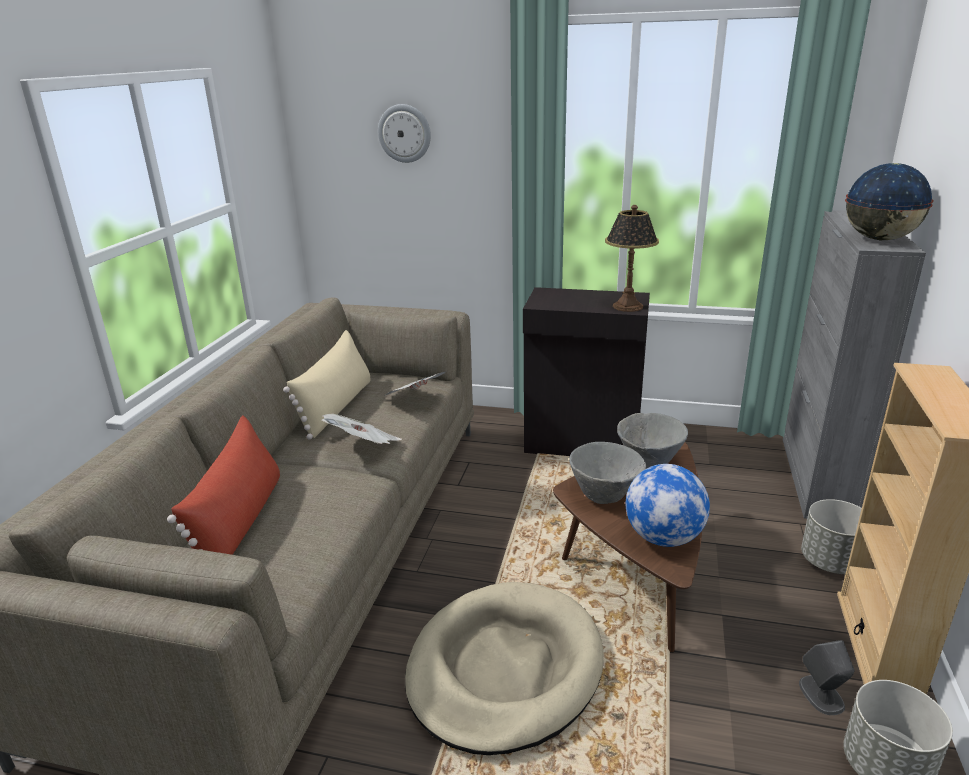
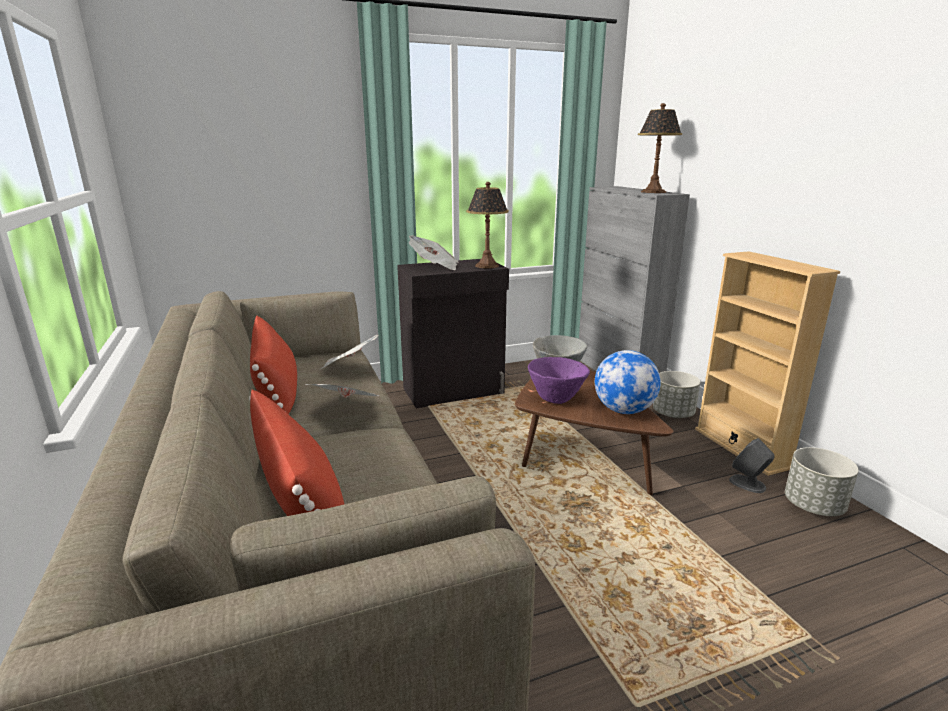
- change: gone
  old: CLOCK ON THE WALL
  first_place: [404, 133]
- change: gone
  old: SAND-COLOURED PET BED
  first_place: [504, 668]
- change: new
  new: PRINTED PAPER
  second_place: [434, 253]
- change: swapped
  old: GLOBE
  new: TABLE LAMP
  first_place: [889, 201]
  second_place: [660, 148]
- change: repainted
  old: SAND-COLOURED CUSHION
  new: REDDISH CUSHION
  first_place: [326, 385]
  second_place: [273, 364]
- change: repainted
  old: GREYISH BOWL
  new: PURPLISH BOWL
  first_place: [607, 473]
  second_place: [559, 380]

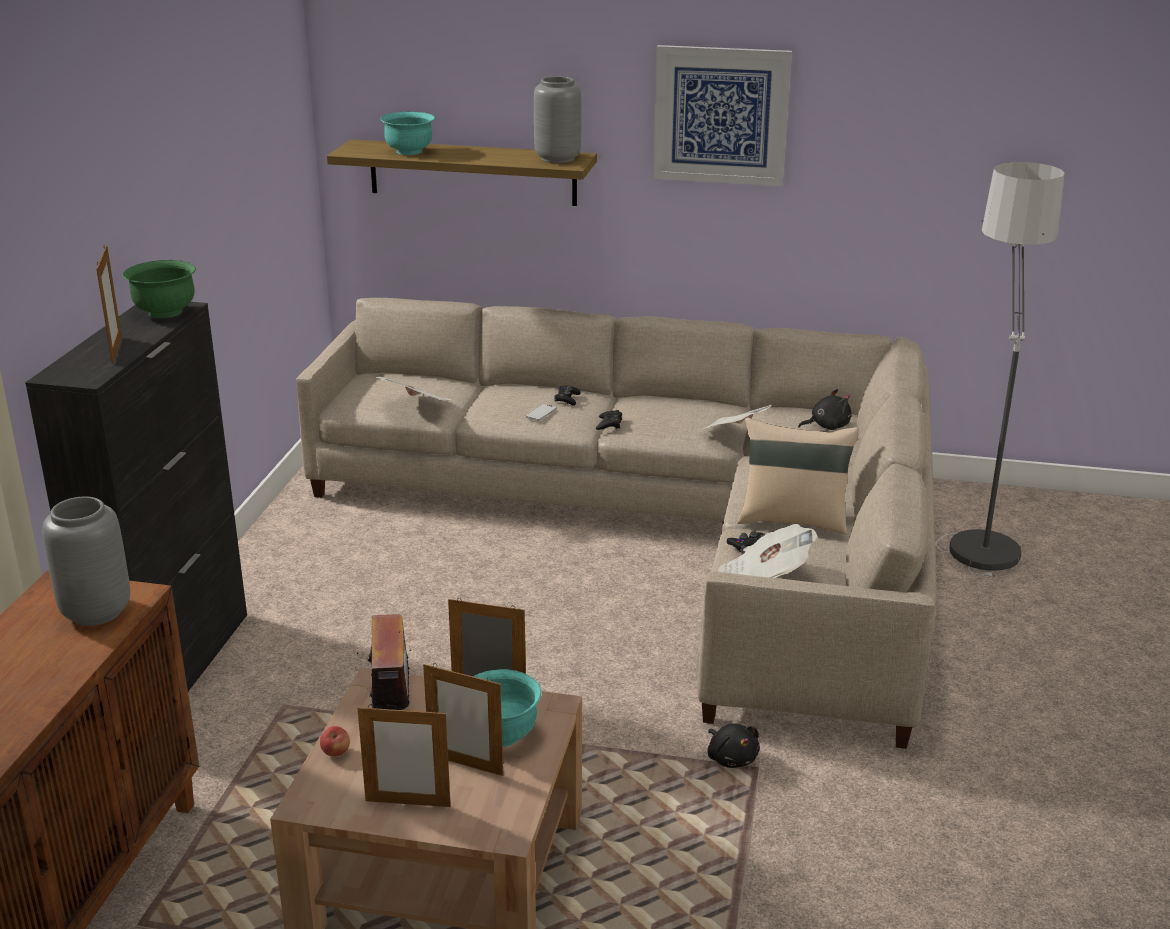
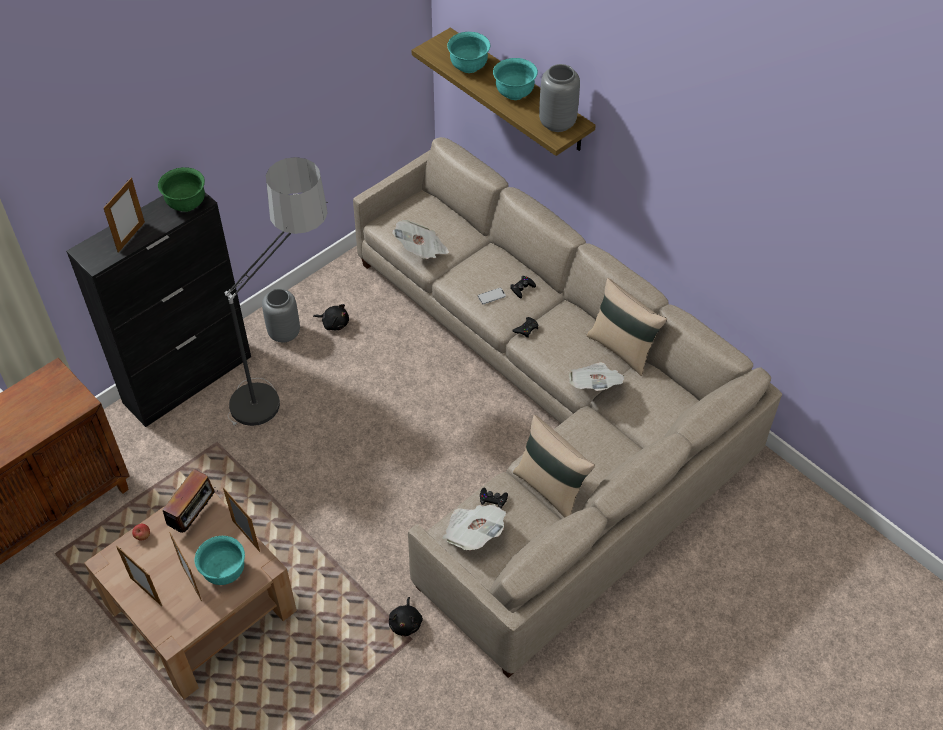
- change: gone
  old: WALL ART
  first_place: [722, 115]
- change: new
  new: BLUE-GREEN BOWL
  second_place: [515, 79]
- change: new
  new: SAND-COLOURED CUSHION
  second_place: [626, 327]
- change: shifted
  old: GREYISH VASE
  first_place: [86, 561]
  second_place: [281, 315]
- change: shifted
  old: BLACK-COLOURED CUDDLY TOY
  first_place: [825, 409]
  second_place: [331, 317]
- change: shifted
  old: STANDING LAMP
  first_place: [1000, 369]
  second_place: [276, 291]

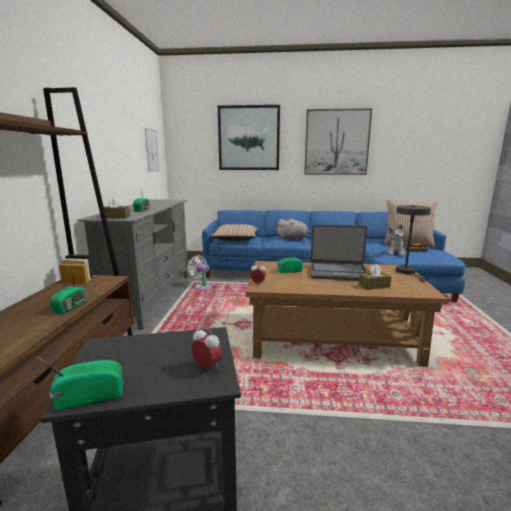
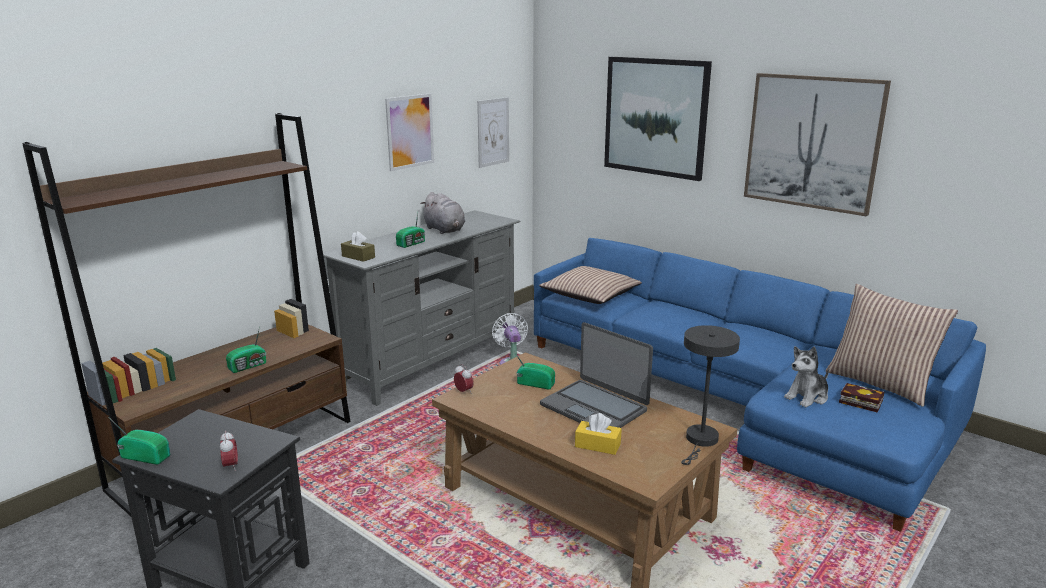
- change: new
  new: WALL ART
  second_place: [409, 132]
- change: shifted
  old: GREYISH CUDDLY TOY
  first_place: [294, 229]
  second_place: [443, 213]
- change: repainted
  old: BROWNISH TISSUE HOLDER
  new: YELLOWISH TISSUE HOLDER
  first_place: [375, 277]
  second_place: [598, 434]

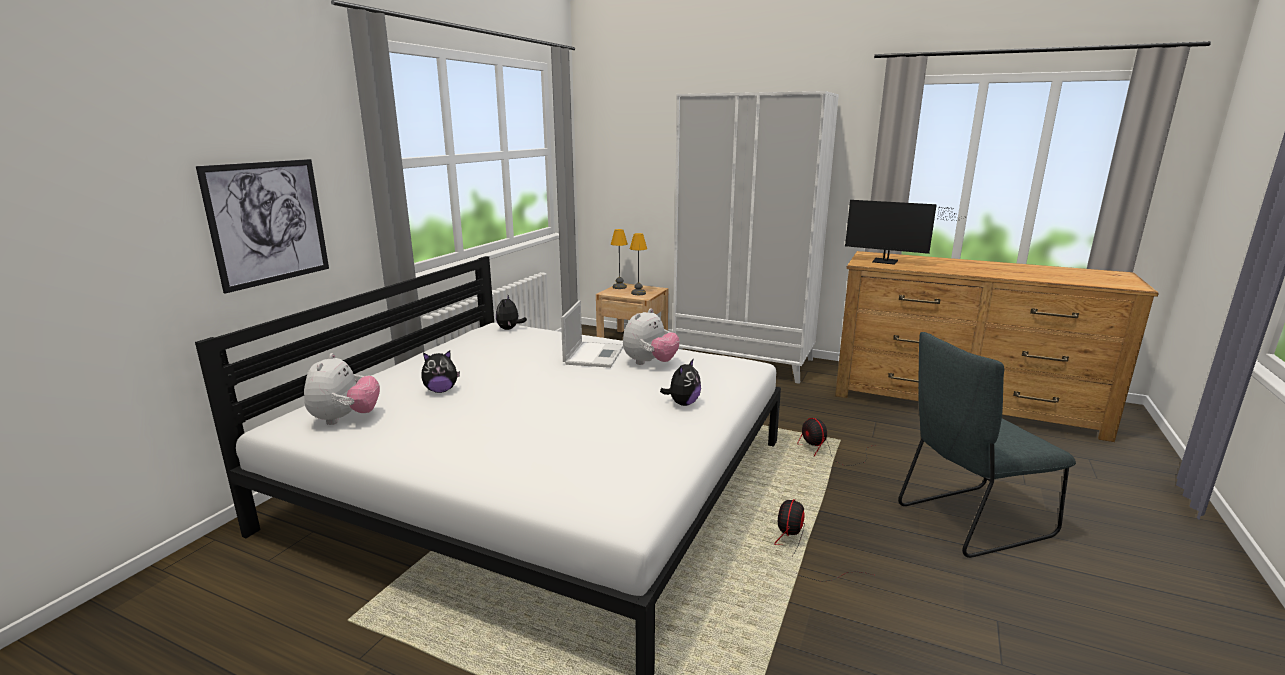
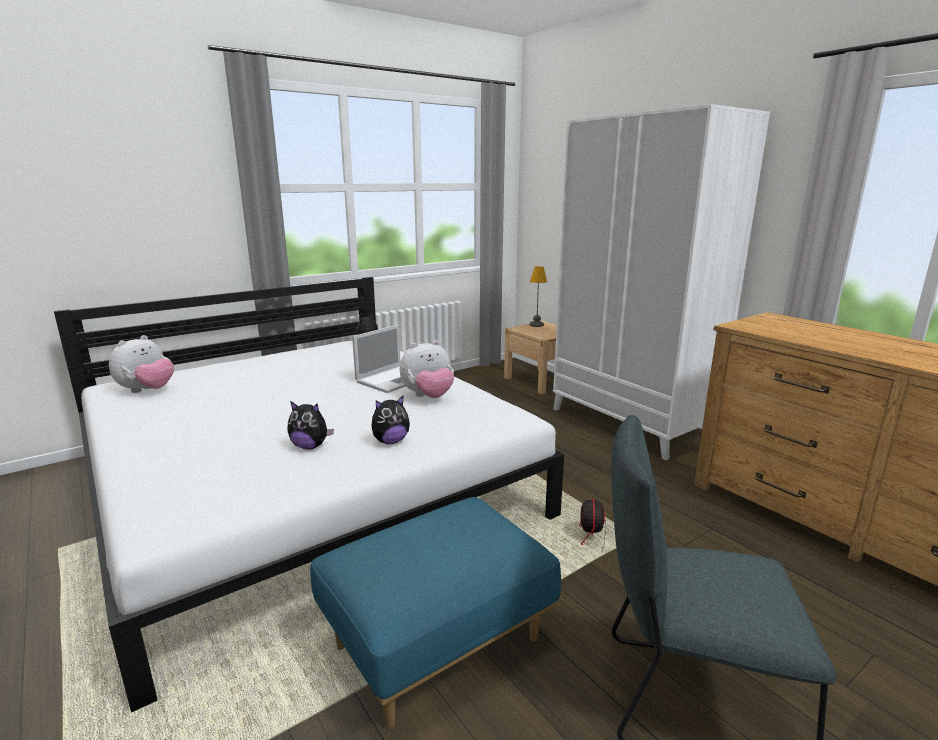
- change: gone
  old: WALL ART
  first_place: [262, 226]
- change: gone
  old: TABLE LAMP
  first_place: [638, 264]
- change: gone
  old: MONITOR
  first_place: [905, 232]
- change: shifted
  old: CUDDLY TOY
  first_place: [440, 371]
  second_place: [310, 425]
- change: swapped
  old: FAN
  new: BLUE FOOTREST
  first_place: [823, 540]
  second_place: [435, 613]

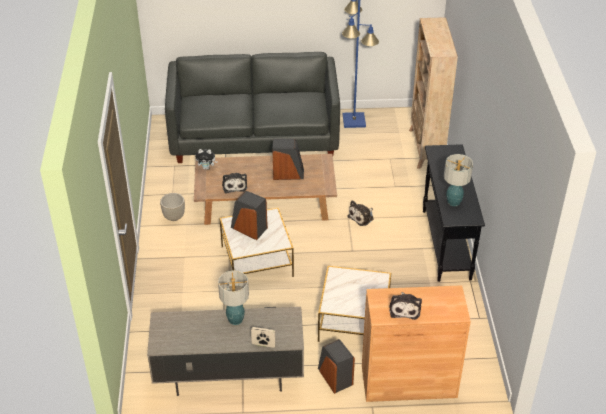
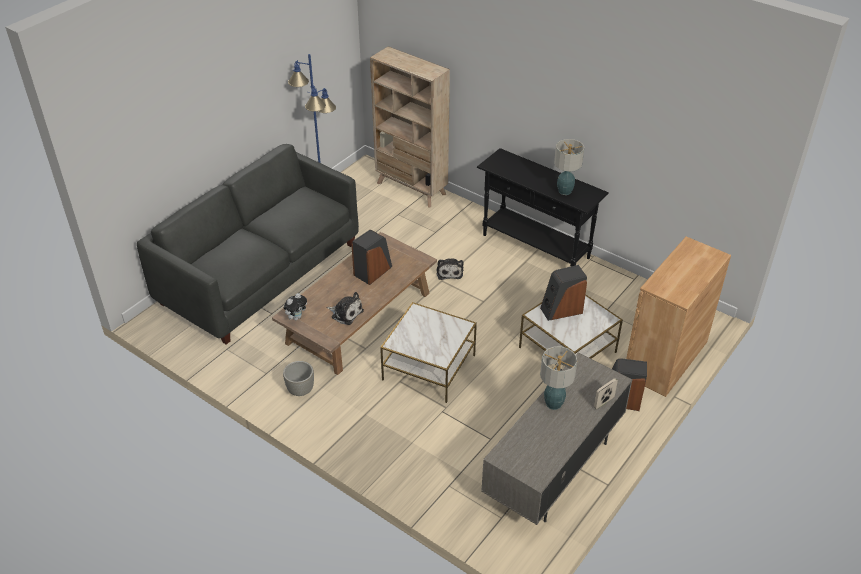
- change: gone
  old: CUDDLY TOY
  first_place: [405, 306]
- change: shifted
  old: SPEAKER
  first_place: [249, 215]
  second_place: [563, 293]

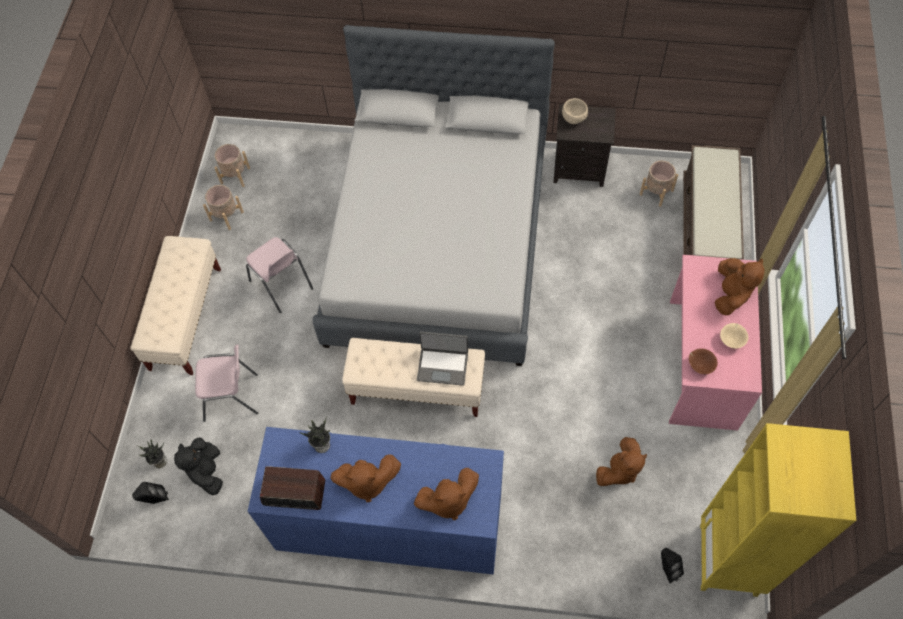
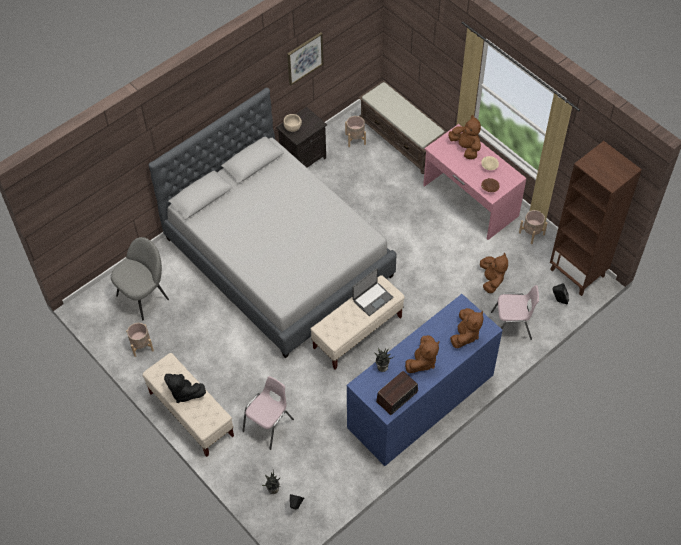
- change: new
  new: GREYISH PLAIN CHAIR
  second_place: [140, 278]
- change: new
  new: WALL ART
  second_place: [305, 59]
- change: shifted
  old: BLACK-COLOURED CUDDLY TOY
  first_place: [198, 466]
  second_place: [185, 388]
- change: shifted
  old: SAND-COLOURED PLANT POT
  first_place: [232, 165]
  second_place: [533, 227]
- change: shifted
  old: PINKISH PLAIN CHAIR
  first_place: [279, 275]
  second_place: [515, 312]
- change: repainted
  old: YELLOWISH BOOKSHELF
  new: BROWNISH BOOKSHELF
  first_place: [778, 510]
  second_place: [596, 218]

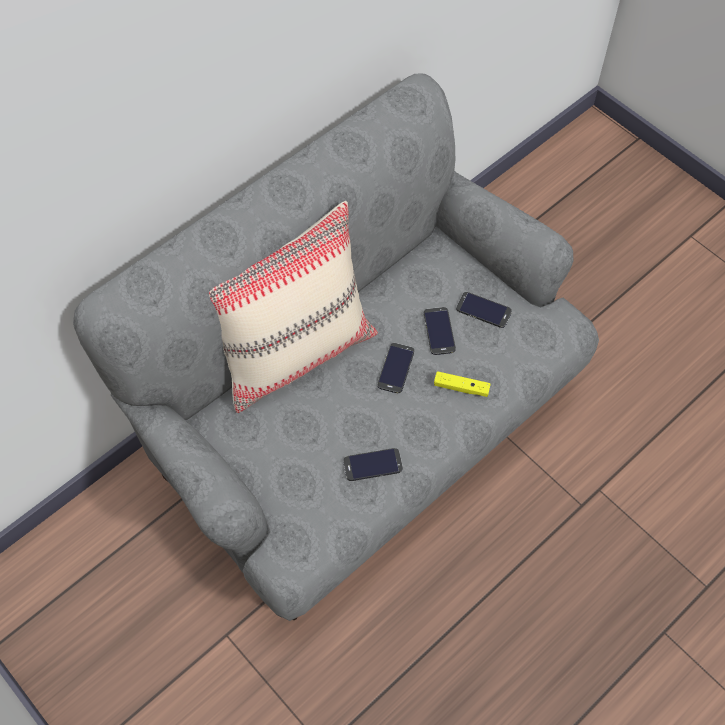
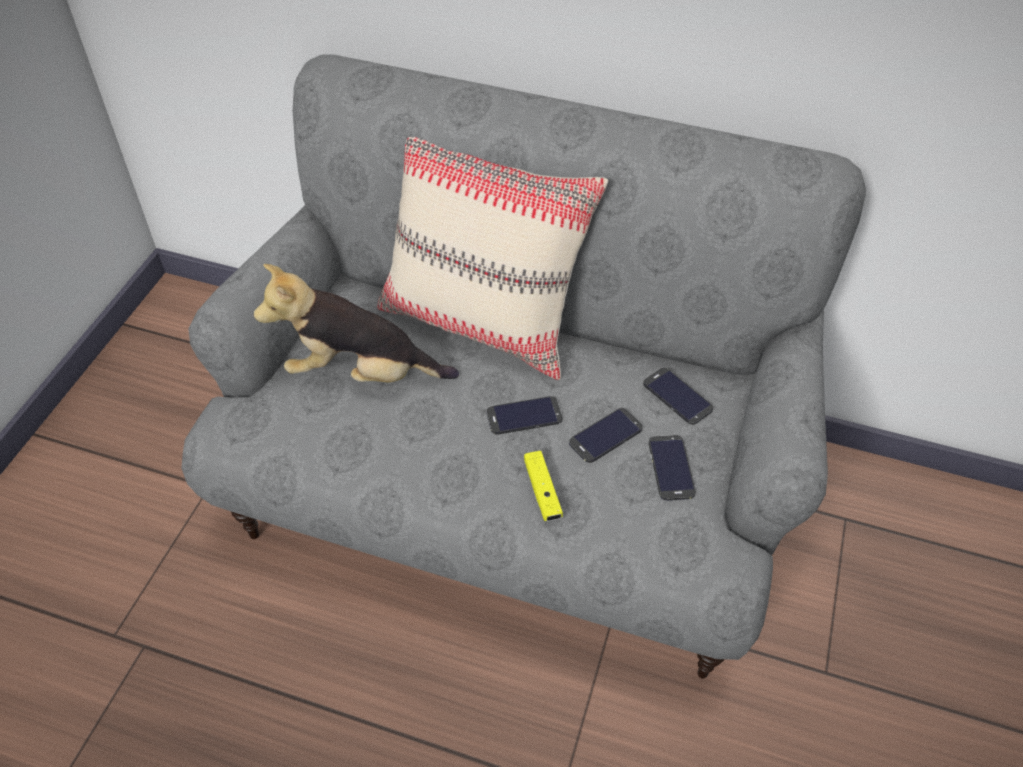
- change: new
  new: CUDDLY TOY
  second_place: [356, 323]
- change: shifted
  old: HANDSET
  first_place: [373, 464]
  second_place: [678, 396]

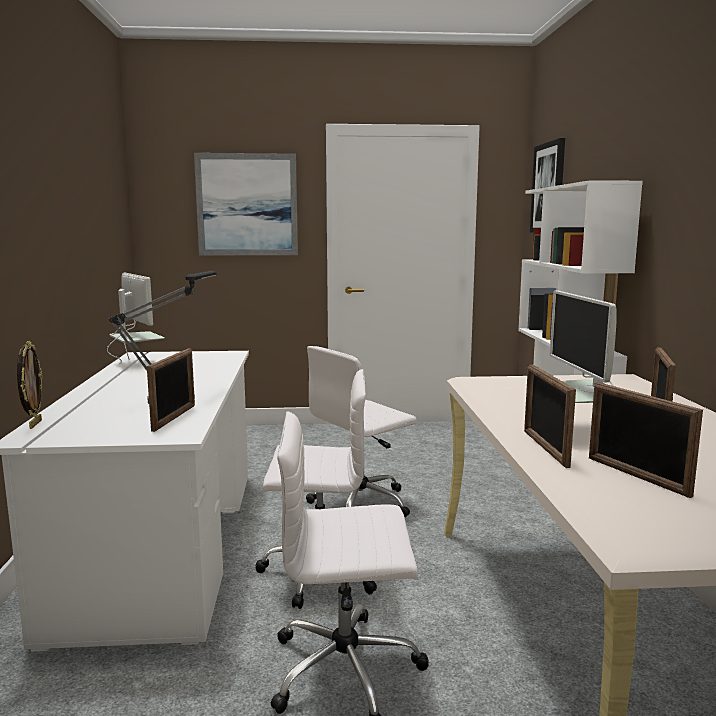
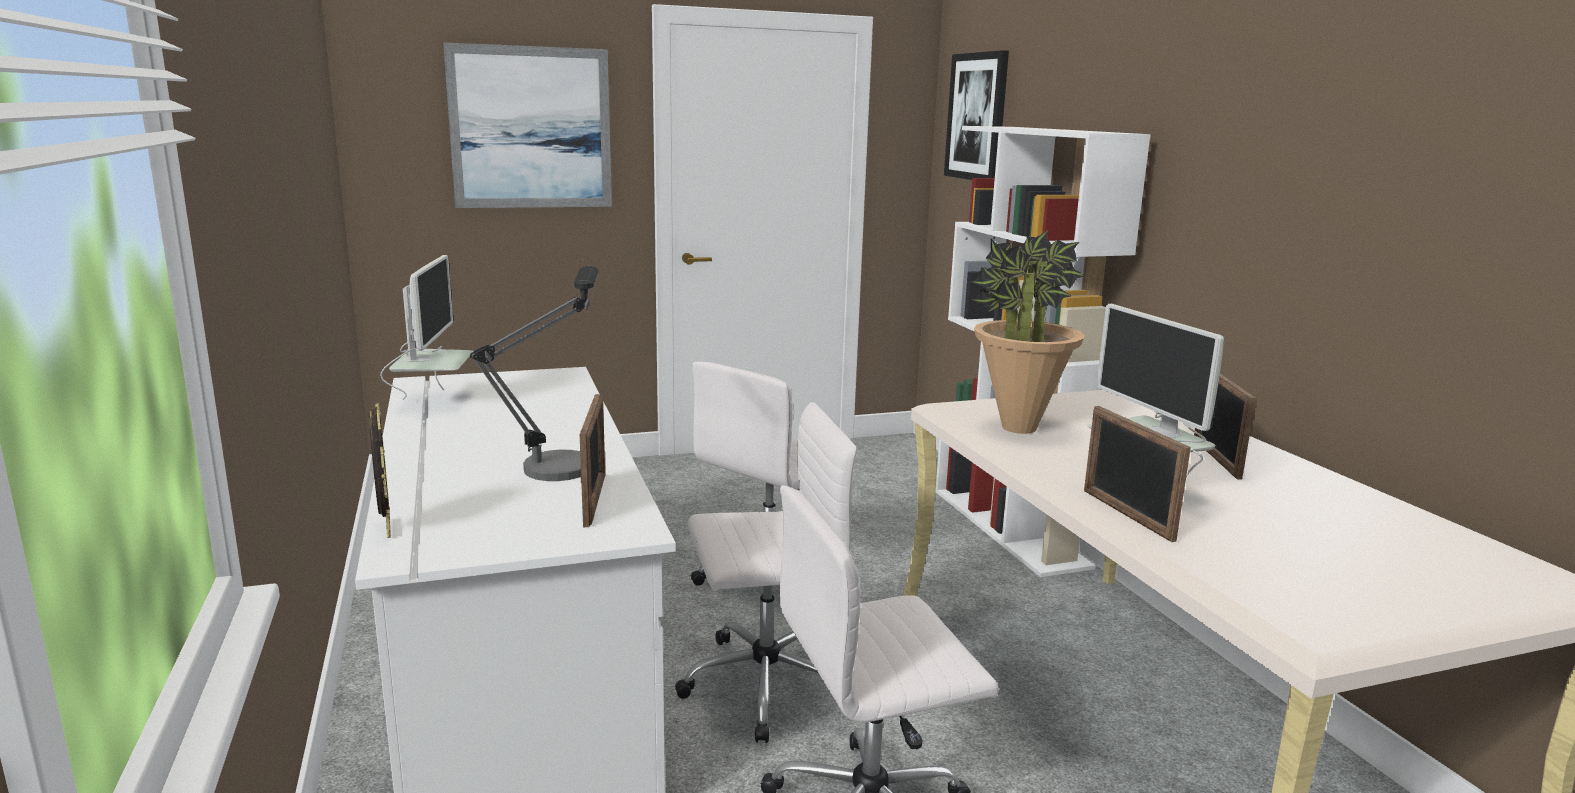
- change: gone
  old: PHOTO FRAME
  first_place: [646, 440]
- change: new
  new: HOUSEPLANT
  second_place: [1028, 332]
- change: rotated
  old: MONITOR
  first_place: [136, 319]
  second_place: [426, 327]
  degrees: 45

